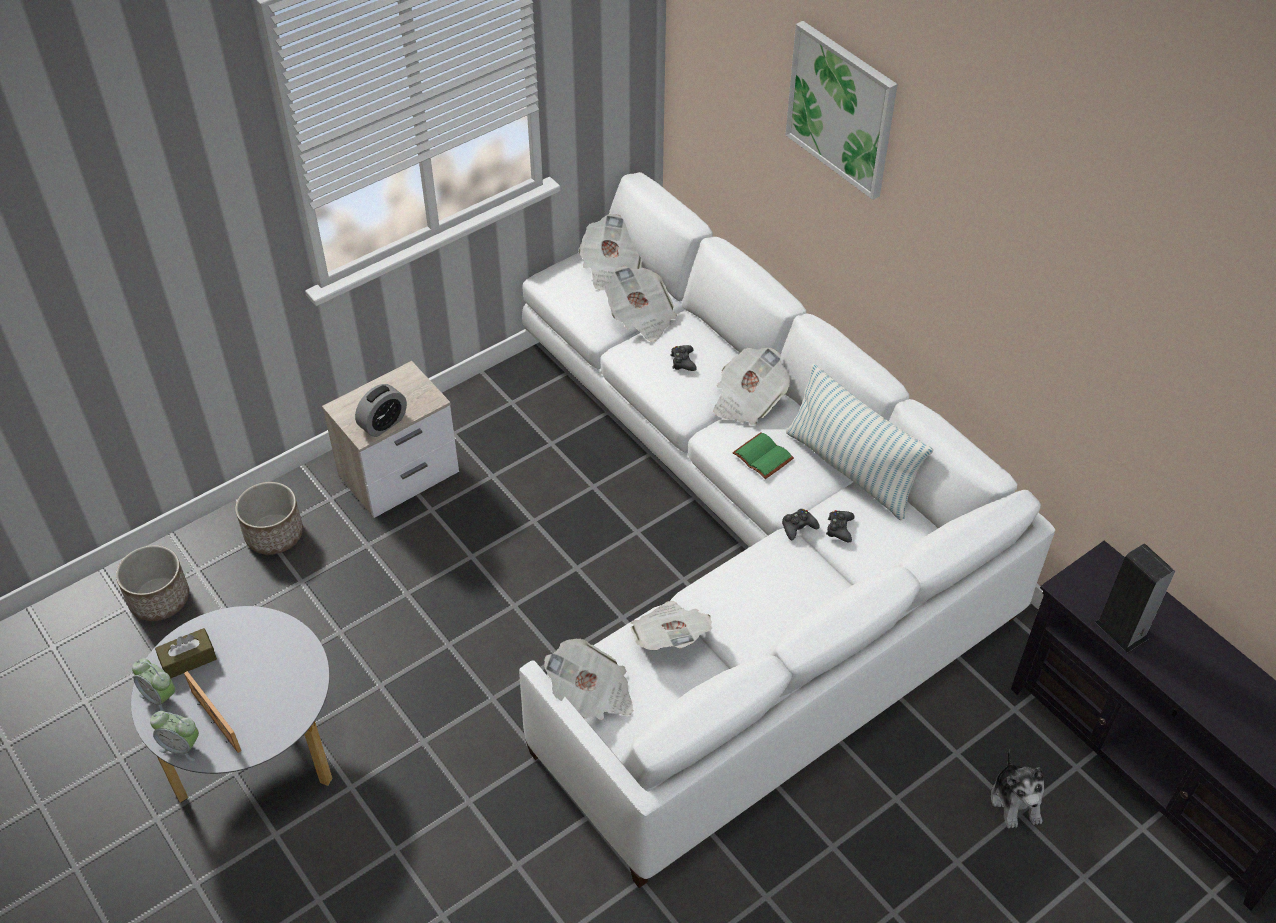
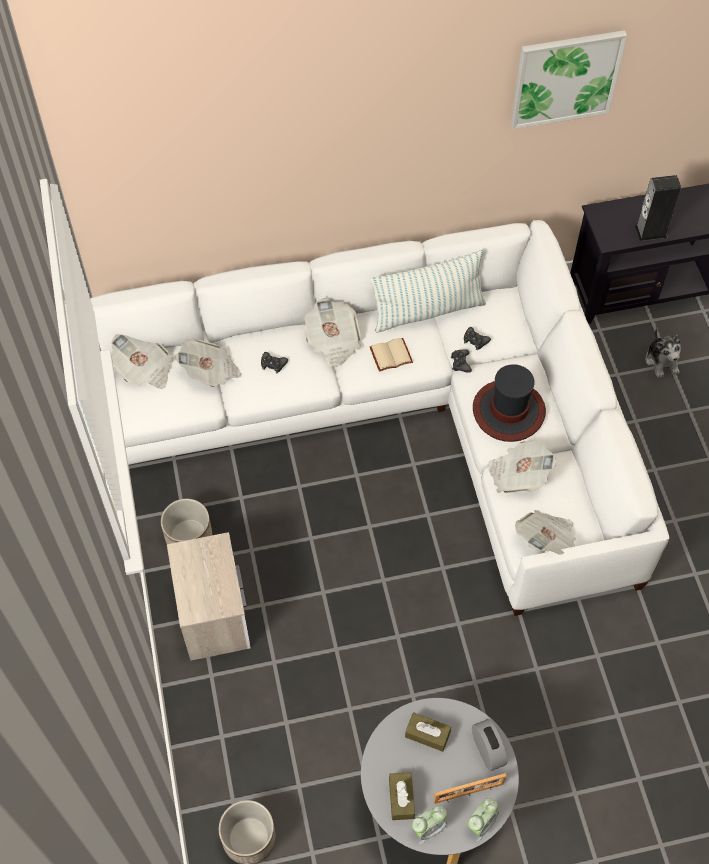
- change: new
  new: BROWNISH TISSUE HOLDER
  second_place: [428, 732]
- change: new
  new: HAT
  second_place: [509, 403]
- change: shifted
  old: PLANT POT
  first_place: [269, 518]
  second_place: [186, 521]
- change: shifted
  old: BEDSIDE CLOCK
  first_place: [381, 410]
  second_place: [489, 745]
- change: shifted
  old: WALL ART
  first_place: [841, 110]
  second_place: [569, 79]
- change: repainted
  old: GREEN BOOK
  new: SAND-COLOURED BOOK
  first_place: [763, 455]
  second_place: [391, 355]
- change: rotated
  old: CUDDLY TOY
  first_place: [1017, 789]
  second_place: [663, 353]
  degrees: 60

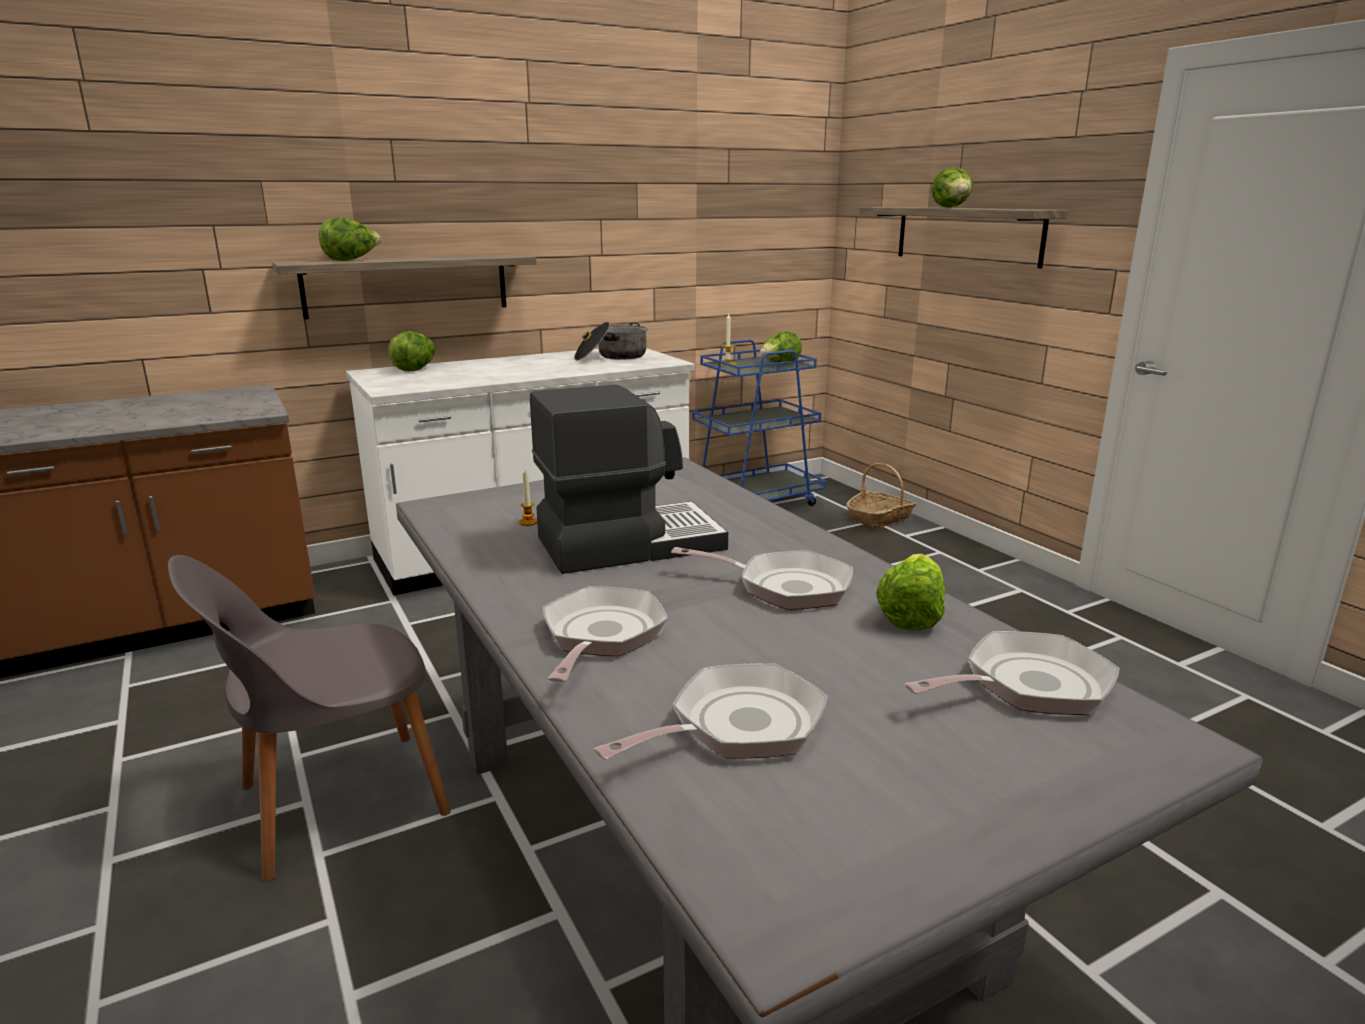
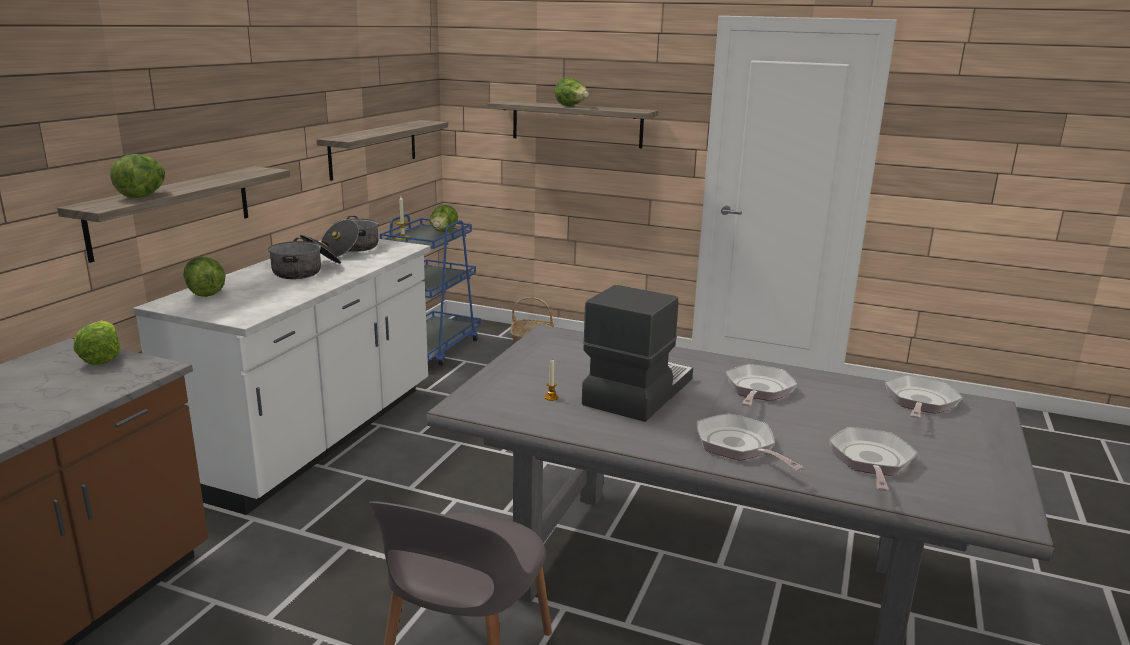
- change: new
  new: SAUCEPOT
  second_place: [304, 257]
- change: new
  new: SHELF
  second_place: [382, 150]
- change: shifted
  old: LETTUCE HEAD
  first_place: [910, 592]
  second_place: [97, 342]
- change: rotated
  old: SKILLET
  first_place: [762, 578]
  second_place: [761, 385]
  degrees: -45

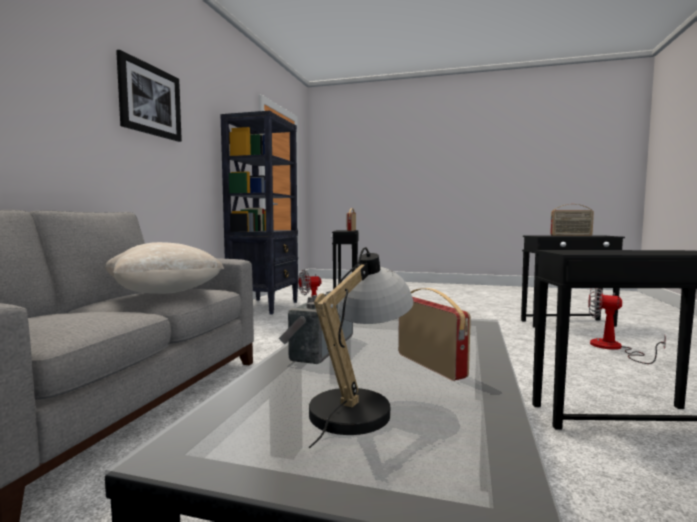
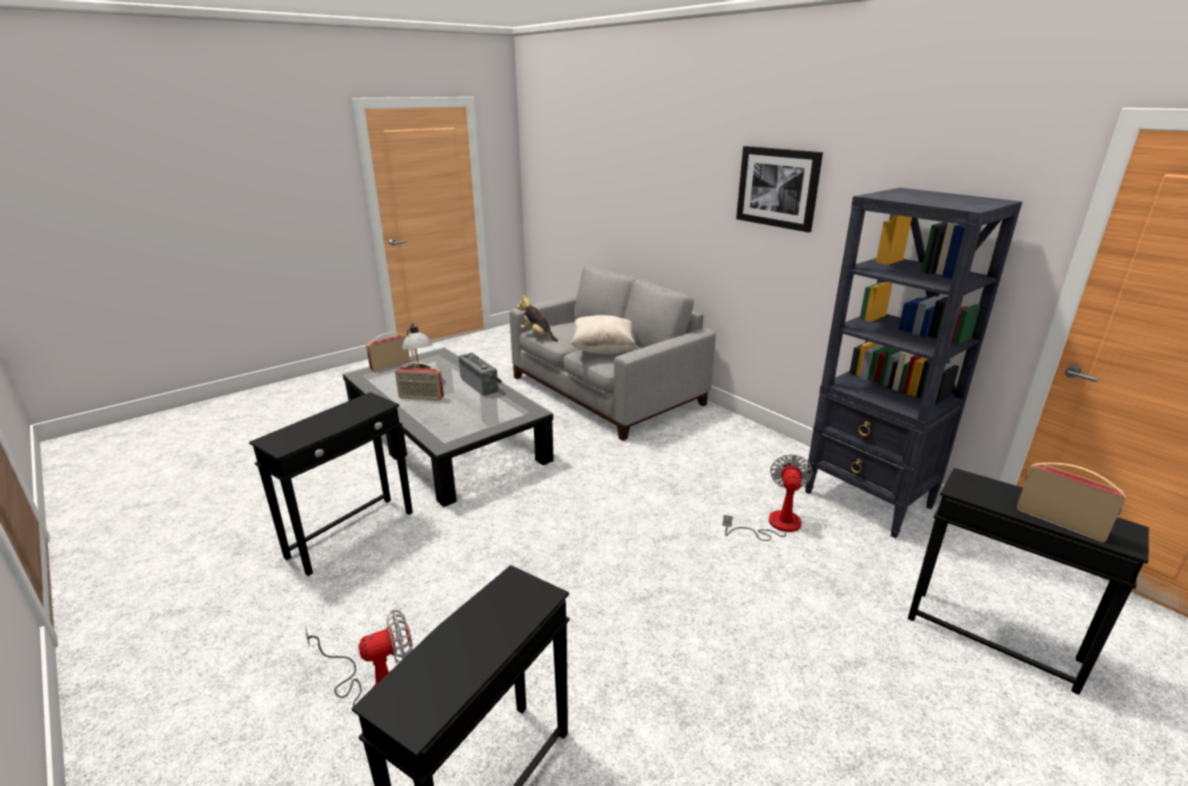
- change: new
  new: CUDDLY TOY
  second_place: [537, 318]
- change: shifted
  old: RADIO SET
  first_place: [572, 220]
  second_place: [388, 351]

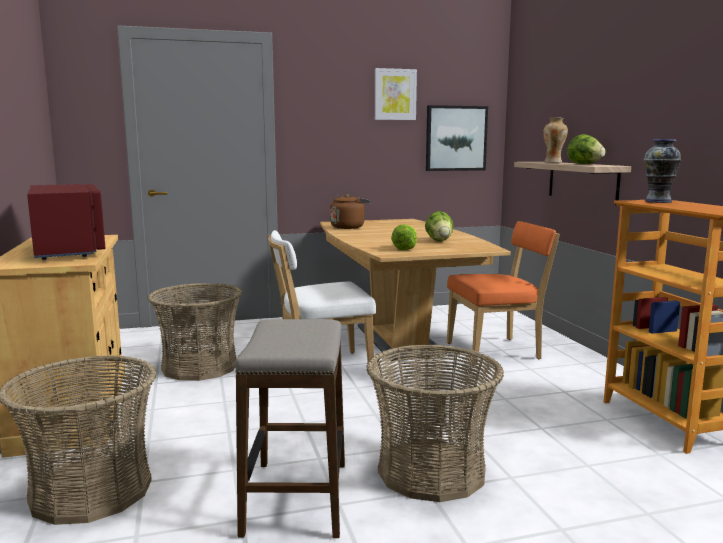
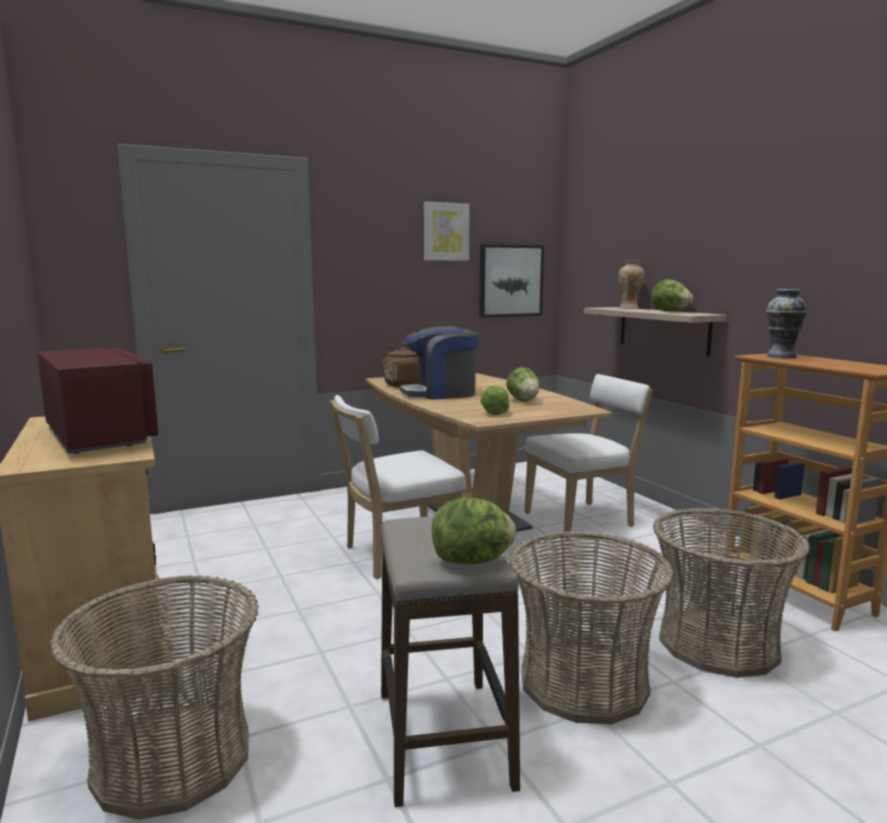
- change: new
  new: COFFEE BREWER
  second_place: [439, 363]
- change: new
  new: LETTUCE HEAD
  second_place: [474, 531]
- change: shifted
  old: HOUSEHOLD BASKET
  first_place: [194, 332]
  second_place: [731, 593]
- change: repainted
  old: ORANGE PLAIN CHAIR
  new: WHITE-COLOURED PLAIN CHAIR
  first_place: [503, 293]
  second_place: [588, 456]

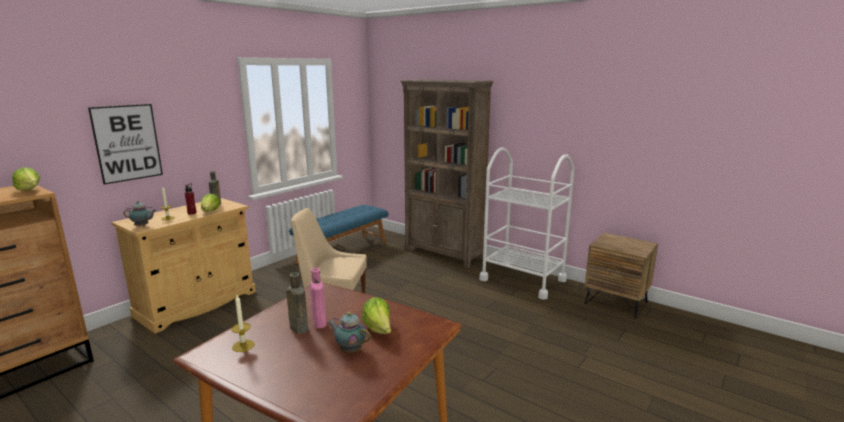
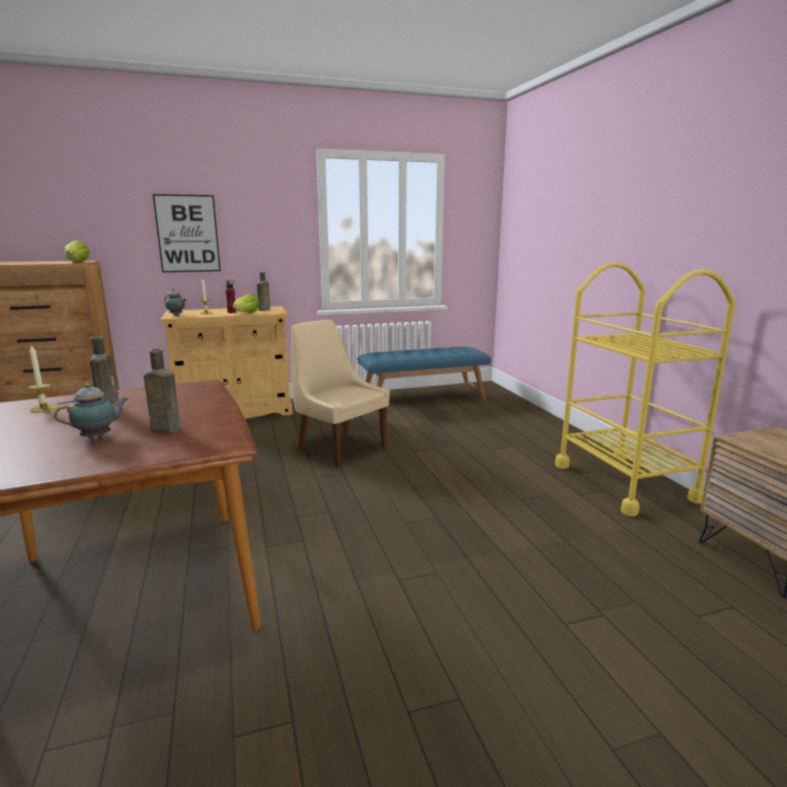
- change: gone
  old: PINKISH BEVERAGE BOTTLE
  first_place: [318, 298]
- change: gone
  old: BROWNISH BOOKSHELF
  first_place: [447, 173]
- change: swapped
  old: LETTUCE HEAD
  new: BROWNISH BEVERAGE BOTTLE
  first_place: [376, 315]
  second_place: [162, 391]
- change: repainted
  old: WHITE-COLOURED WHEELED CART
  new: YELLOWISH WHEELED CART
  first_place: [526, 223]
  second_place: [645, 389]
- change: rotated
  old: TEAPOT
  first_place: [349, 332]
  second_place: [91, 411]
  degrees: 75

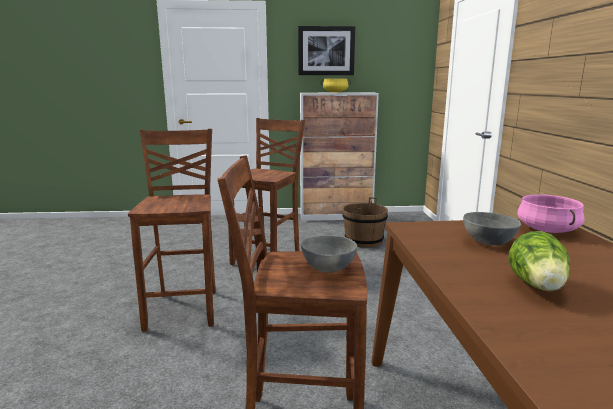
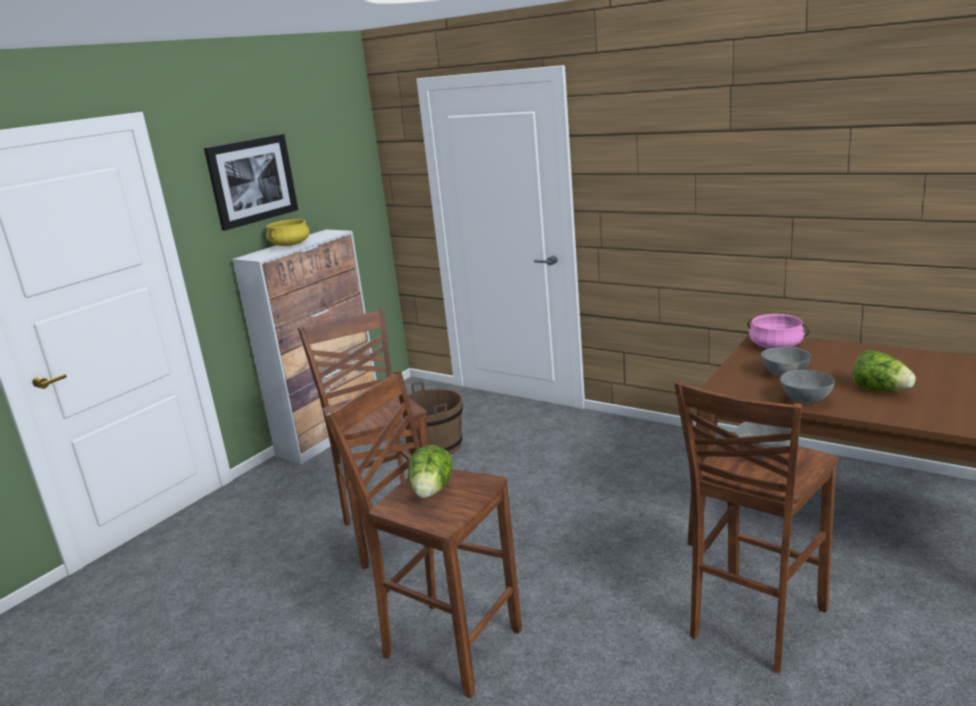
- change: new
  new: LETTUCE HEAD
  second_place: [430, 471]
- change: new
  new: GREYISH BOWL
  second_place: [807, 387]

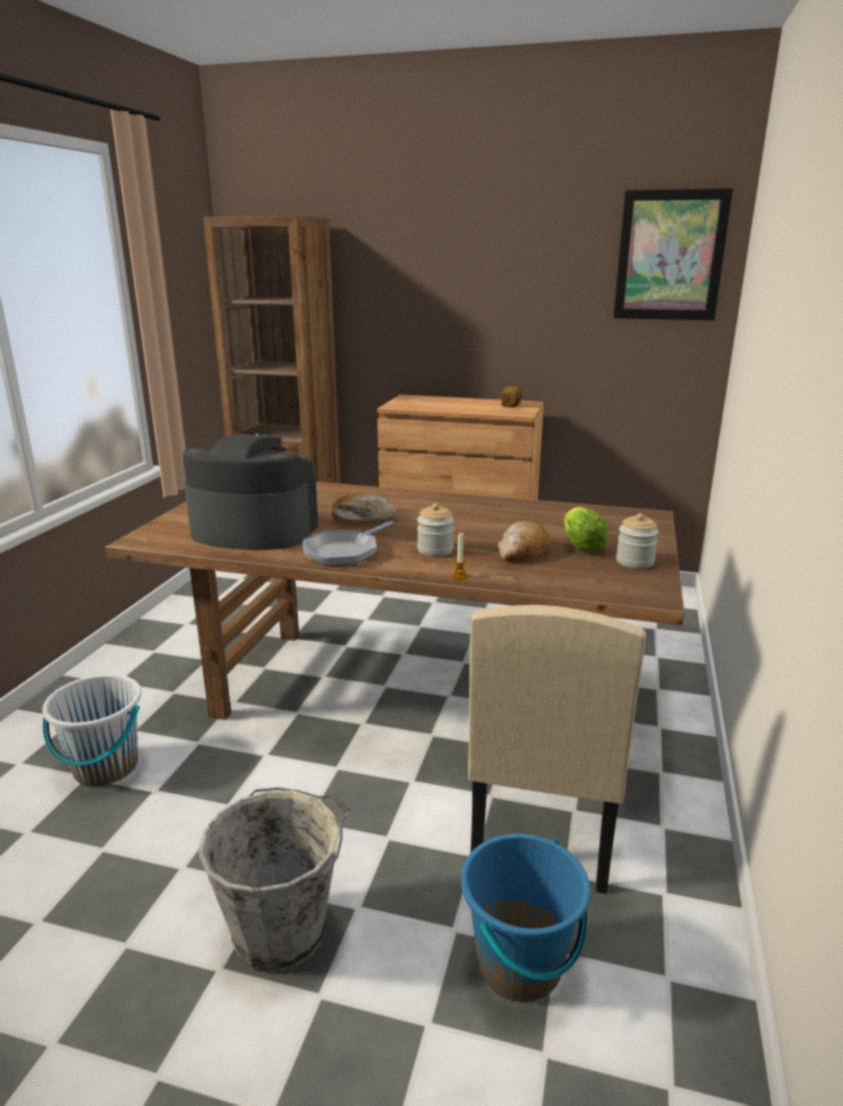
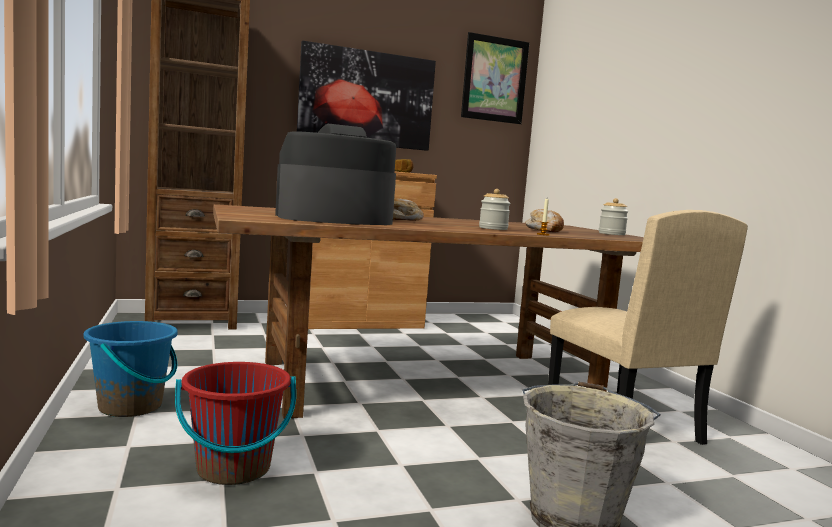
- change: gone
  old: SKILLET
  first_place: [348, 543]
- change: gone
  old: LETTUCE HEAD
  first_place: [585, 529]
- change: new
  new: WALL ART
  second_place: [366, 96]
- change: shifted
  old: BLUE PAIL
  first_place: [525, 918]
  second_place: [131, 369]
- change: repainted
  old: WHITE-COLOURED PAIL
  new: REDDISH PAIL
  first_place: [91, 730]
  second_place: [235, 423]

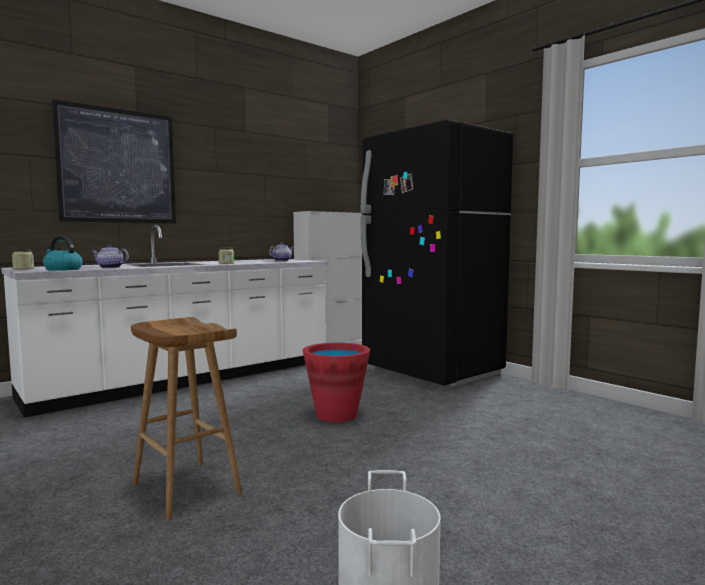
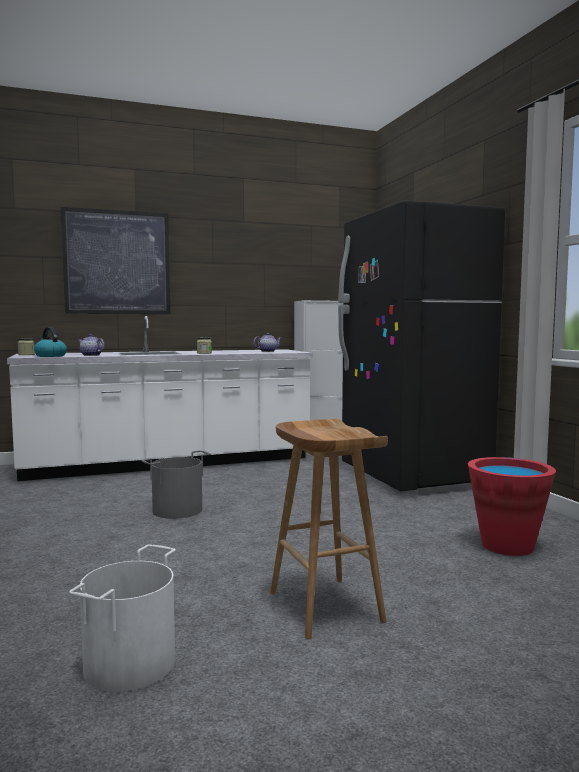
- change: new
  new: GREYISH PAIL
  second_place: [175, 484]
- change: shifted
  old: BROWNISH STOOL
  first_place: [186, 418]
  second_place: [329, 529]
- change: shifted
  old: REDDISH PAIL
  first_place: [336, 382]
  second_place: [512, 506]

